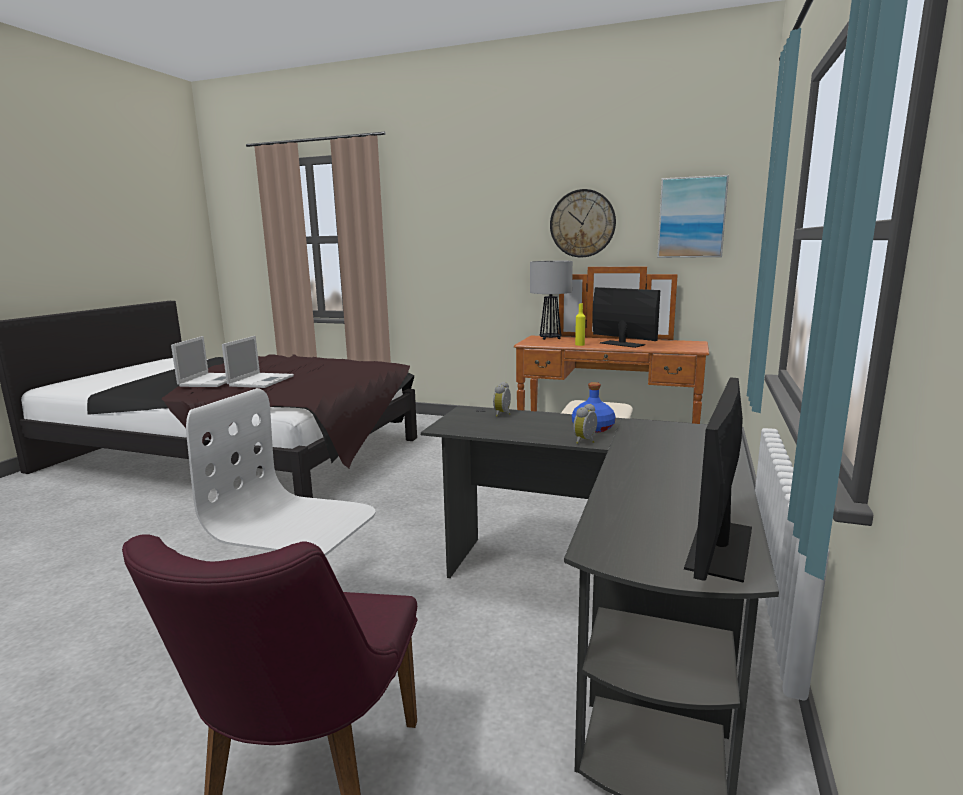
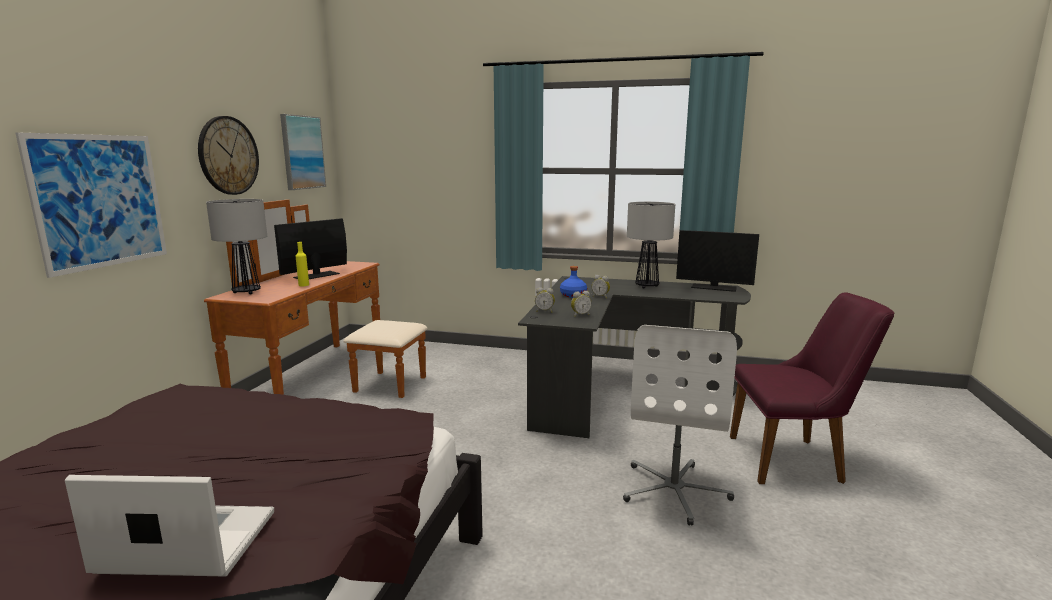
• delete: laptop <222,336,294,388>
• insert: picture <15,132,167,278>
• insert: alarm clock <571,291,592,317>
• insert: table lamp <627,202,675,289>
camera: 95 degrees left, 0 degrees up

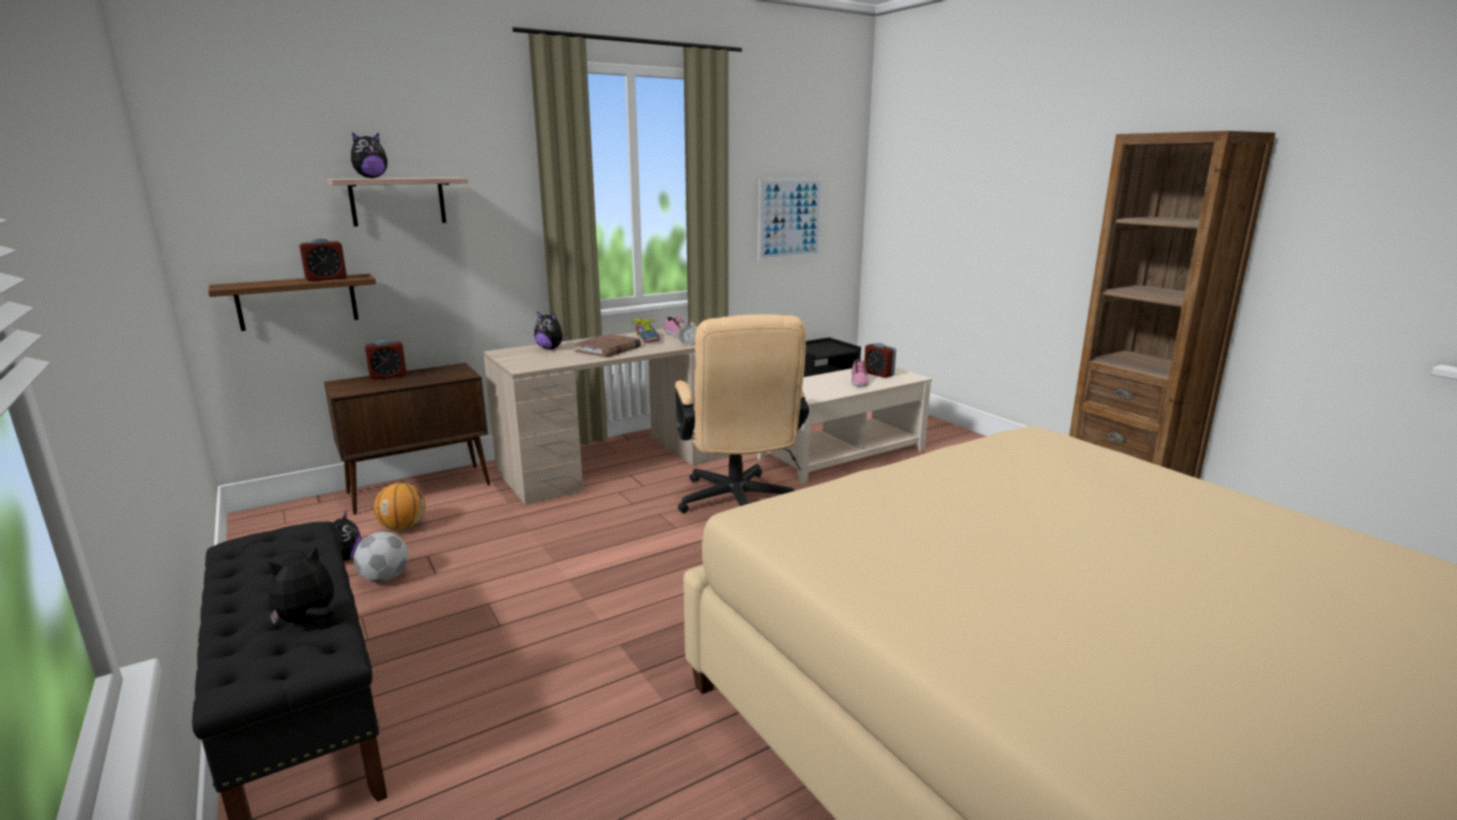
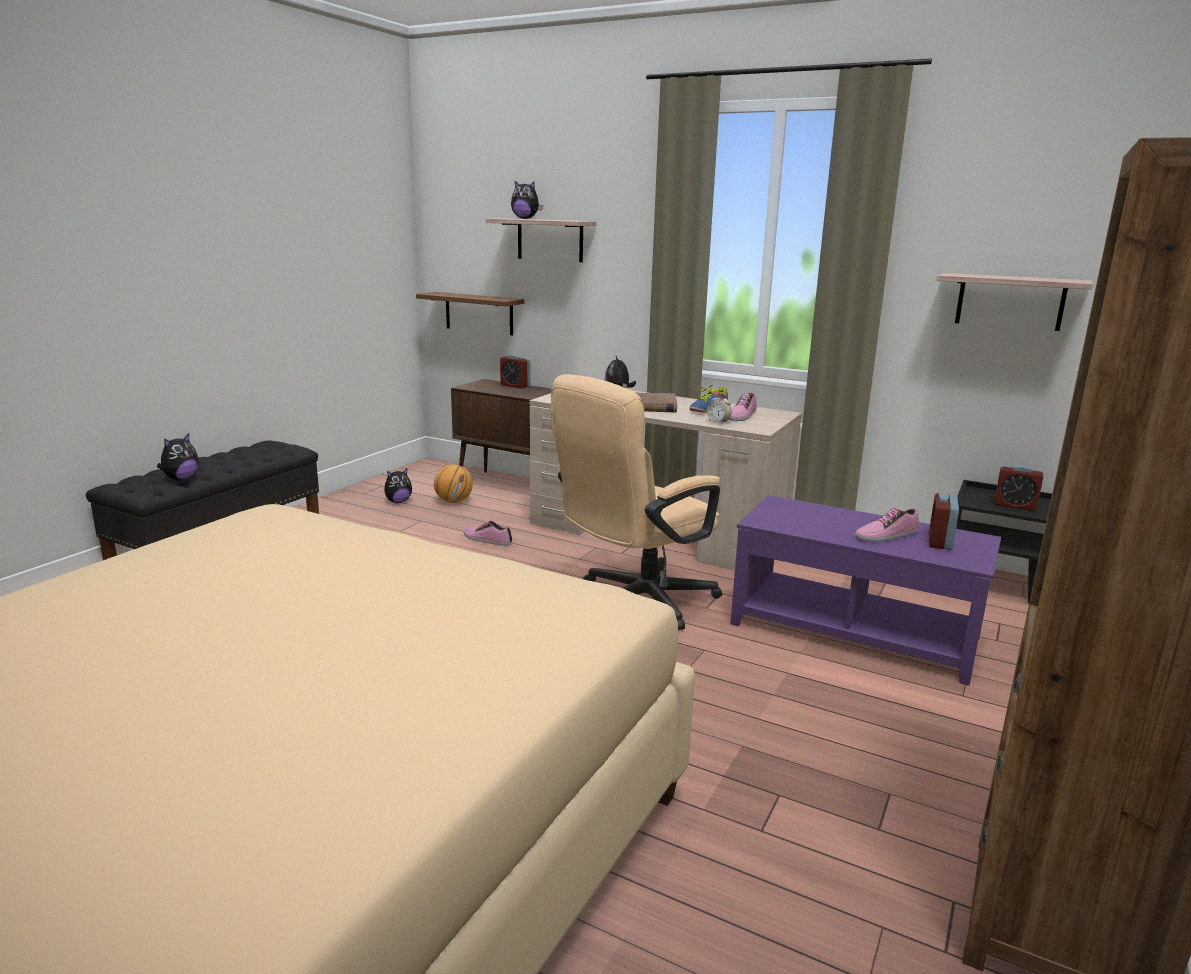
• delete: football <354,532,409,583>
• insert: shoe <464,521,512,546>
• move: alarm clock <299,238,347,281> to <994,465,1043,511>
• replace: picture <758,178,824,261> to shelf <937,273,1093,331>
• recolor: beige coffee table <757,367,932,484> to purple coffee table <730,495,1001,686>
• rotate: plush toy <268,545,335,624> = <157,433,199,480> 105 degrees clockwise
camera: 60 degrees right, 0 degrees up

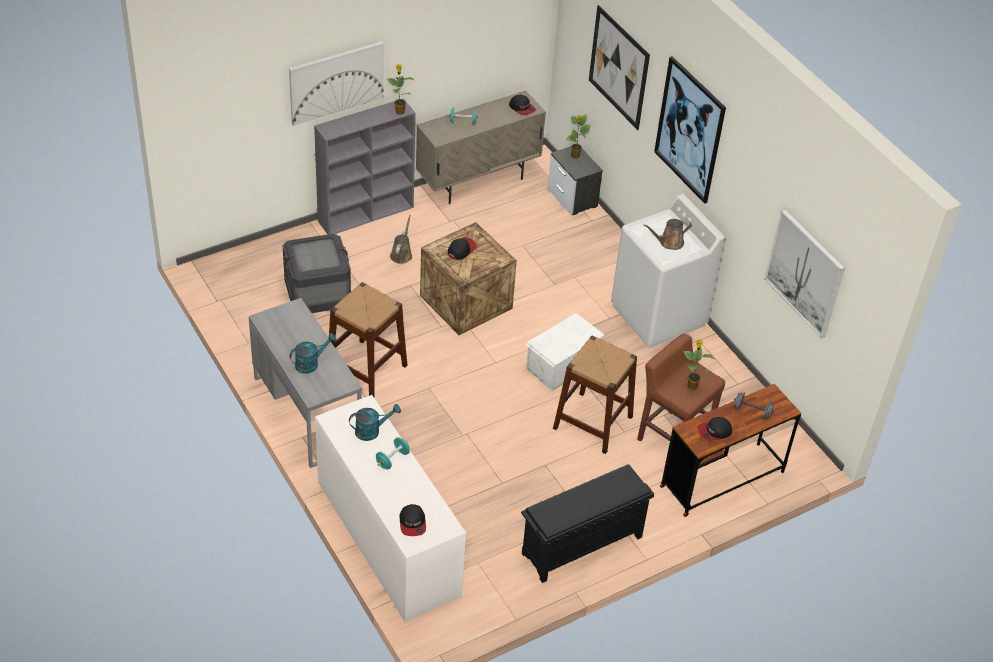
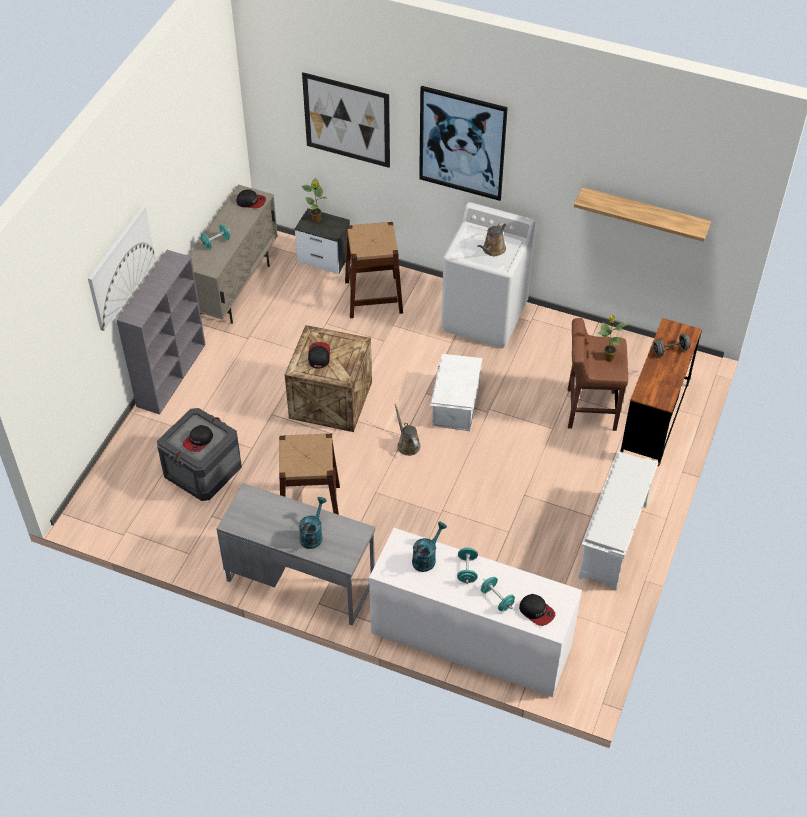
• delete: potted plant <387,64,415,115>
• insert: turquoise dumbbell <481,577,515,611>
• move: brown watering can <390,215,412,264> to <394,404,421,456>
• move: brown stool <553,336,637,454> to <345,222,403,318>
• move: cap <697,417,732,441> to <183,425,213,452>
• replace: picture <764,209,845,338> to shelf <574,187,711,242>
• recolor: black shoe rack <521,464,654,583> to white shoe rack <579,452,658,591>
camera: 35 degrees left, 5 degrees up

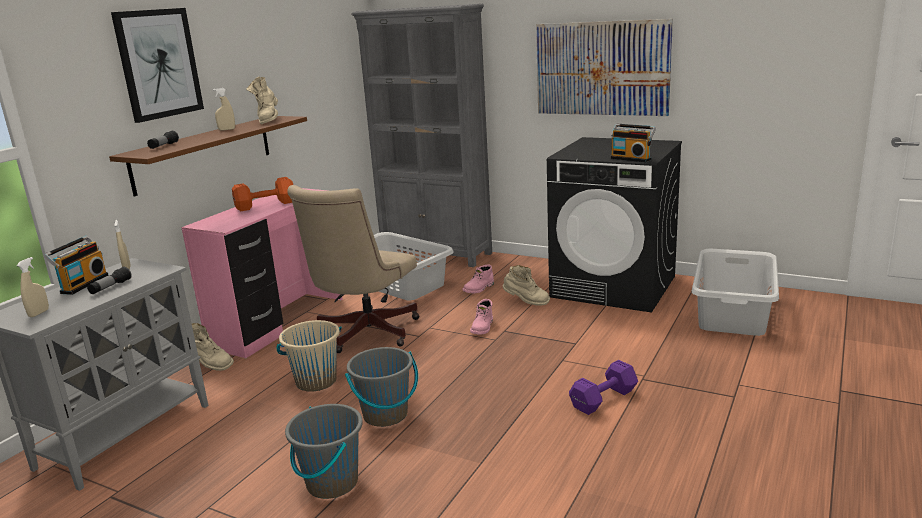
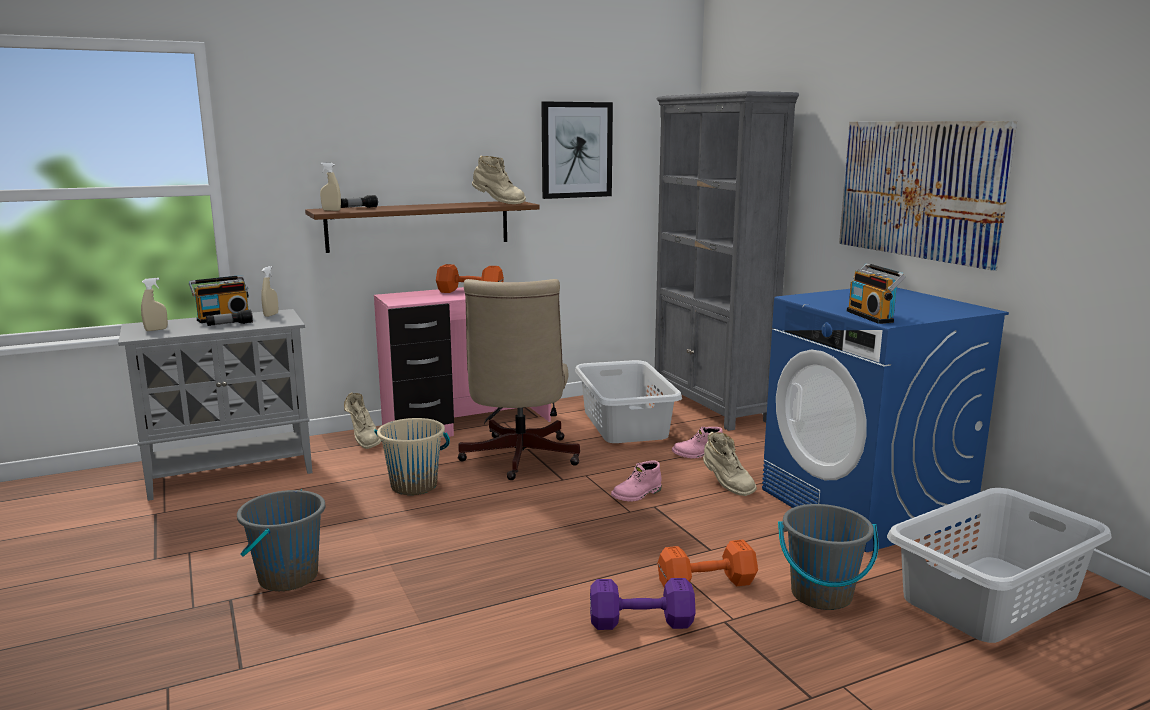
• insert: orange dumbbell <658,540,758,587>
• move: picture <111,8,204,123> to <541,102,613,199>
• move: beige spray bottle <213,88,235,131> to <320,162,341,211>
• move: grey bucket <345,347,418,427> to <778,504,879,610>
• recolor: black washing machine <547,137,682,313> to blue washing machine <762,288,1009,552>
• rotate: beige boot <246,77,278,124> = <472,155,526,204> 105 degrees counterclockwise
• rotate: beige office chair <287,185,419,353> = <458,279,580,480> 60 degrees counterclockwise
camera: 35 degrees right, 5 degrees down

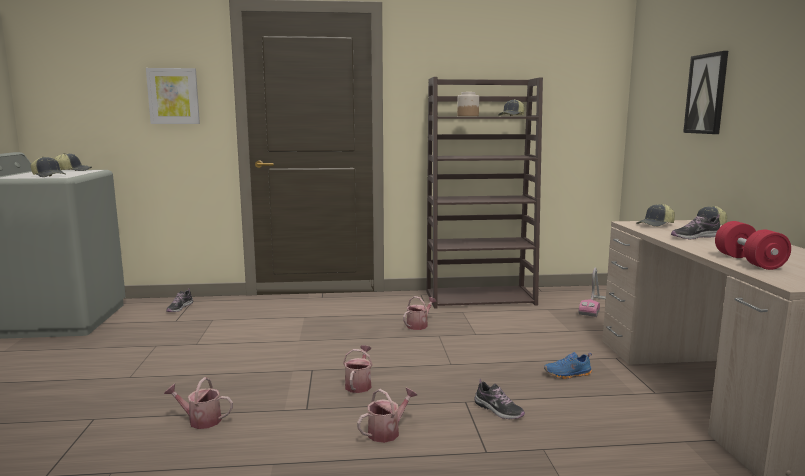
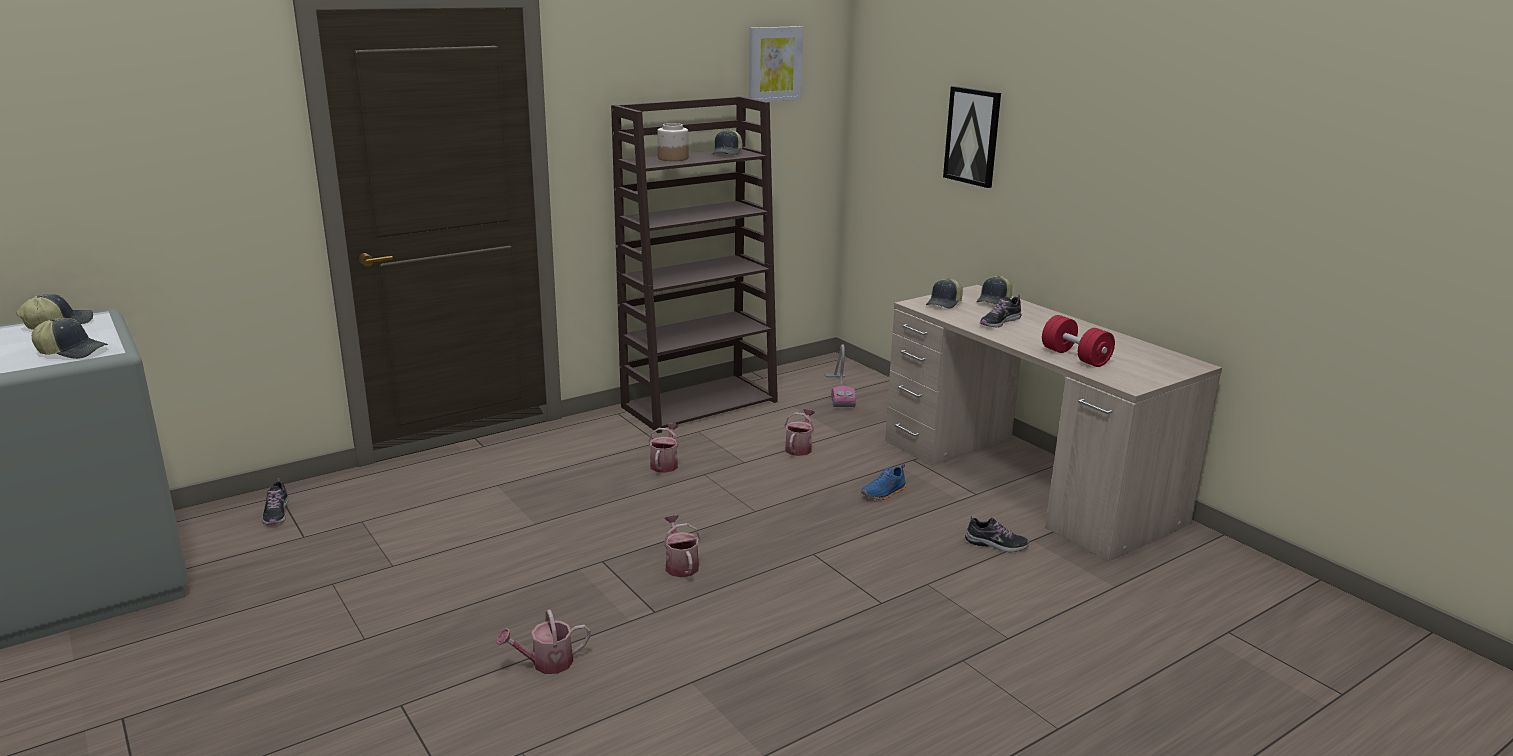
• move: picture <146,68,200,124> to <749,26,803,102>
• move: watering can <357,388,418,443> to <784,409,815,456>
• move: shoe <474,379,525,419> to <965,516,1029,552>
camera: 30 degrees left, 10 degrees up

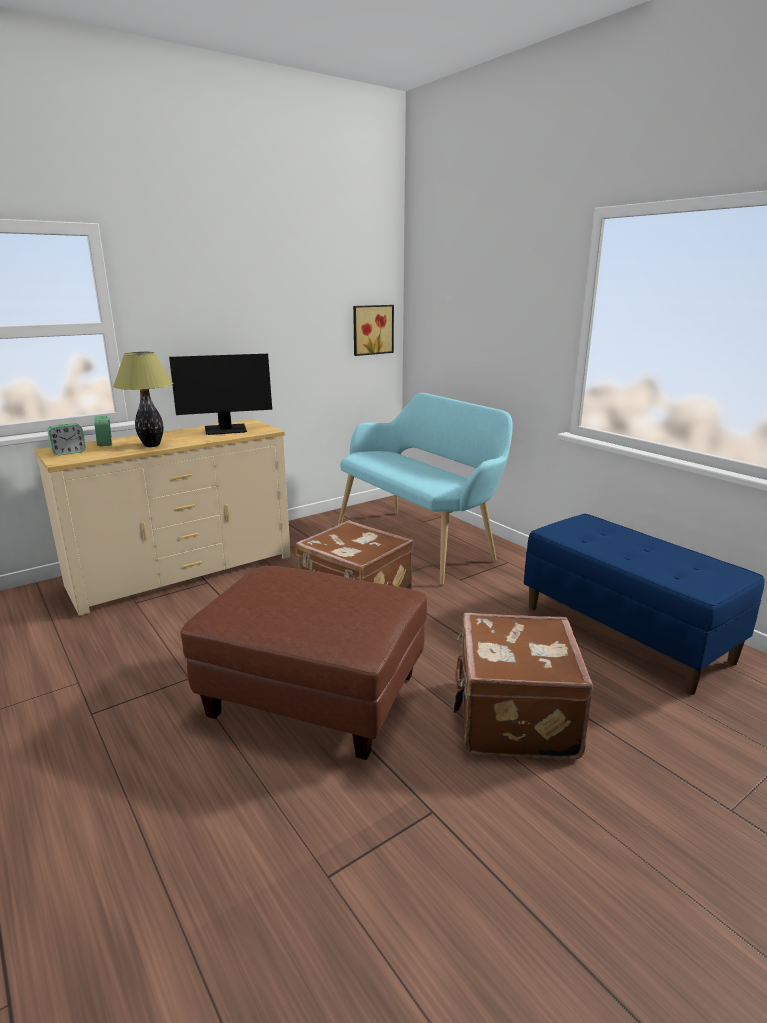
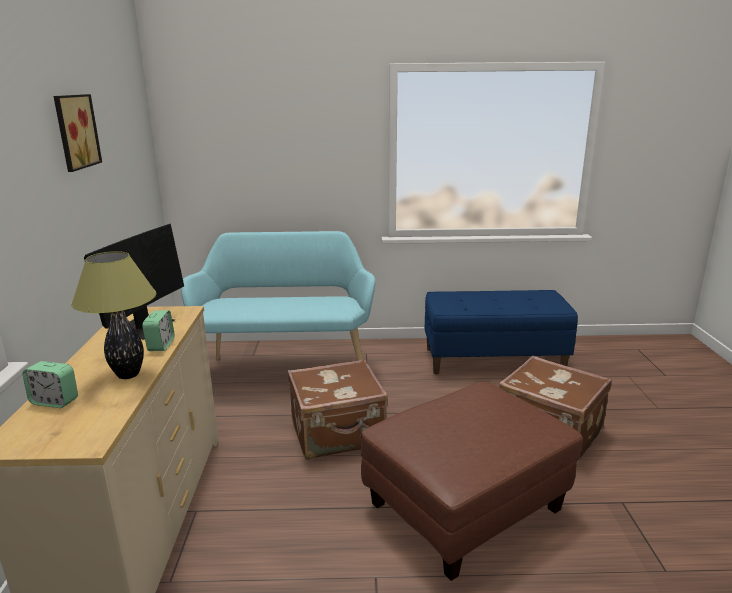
• move: alarm clock <47,423,86,455> to <142,310,175,351>
• move: picture <353,305,394,356> to <54,94,102,172>
camera: 55 degrees left, 0 degrees up

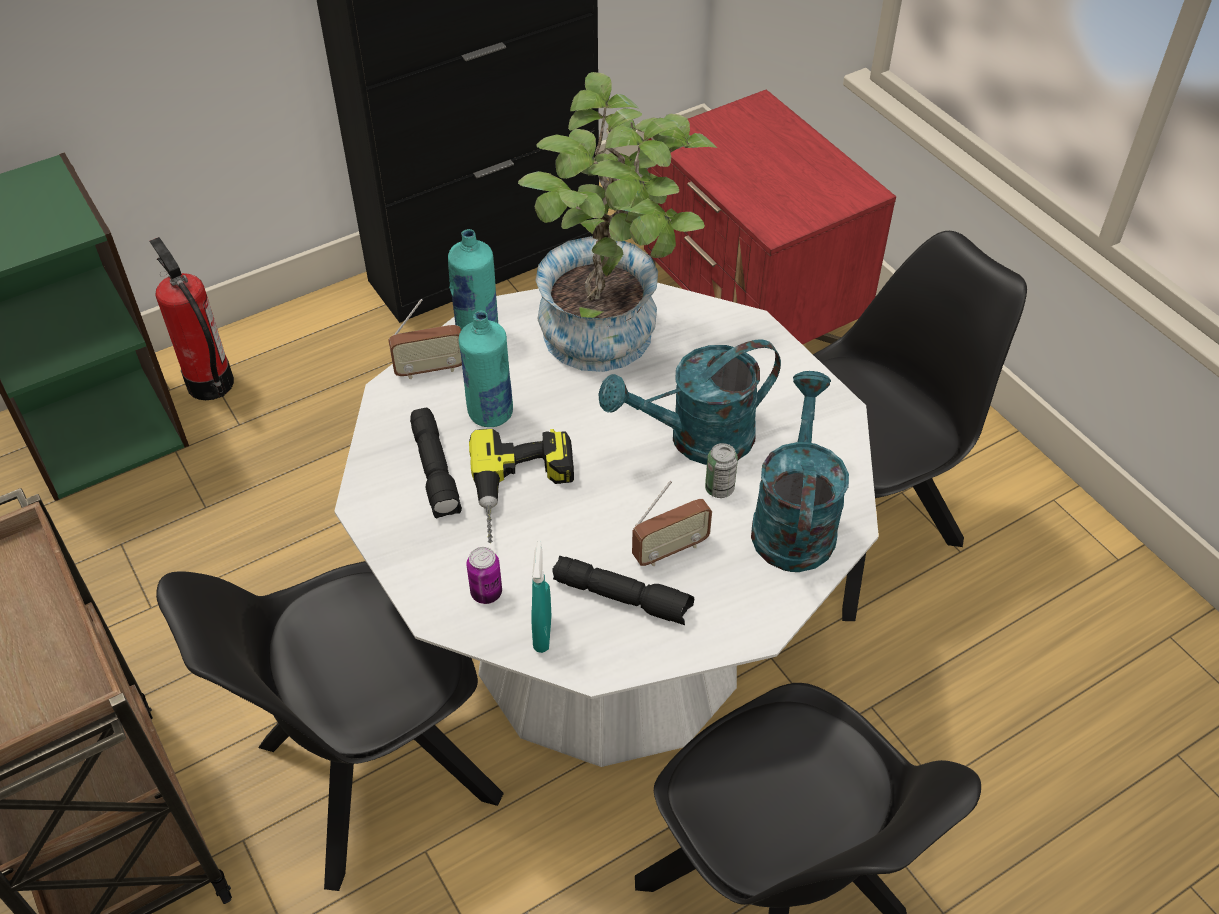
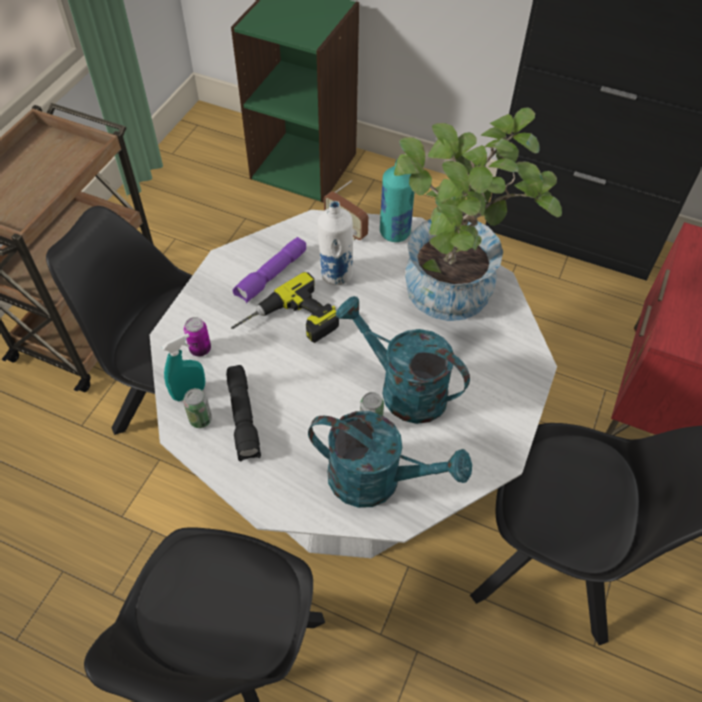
• delete: fire extinguisher <150,237,234,400>
• delete: radio <632,480,712,566>
• insert: can <183,388,212,428>
• recolor: black flashlight <410,408,462,519> to purple flashlight <233,237,306,303>
• recolor: turquoise bottle <459,311,513,427> to white bottle <318,201,353,285>
• rotate: turquoise watering can <751,371,849,572> = <308,411,472,508> 45 degrees clockwise
camera: 55 degrees right, 5 degrees up

